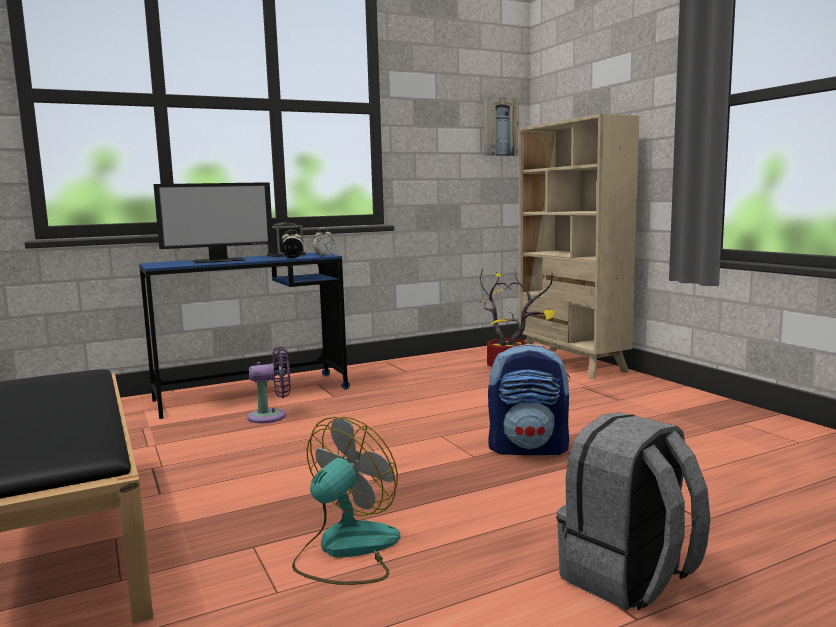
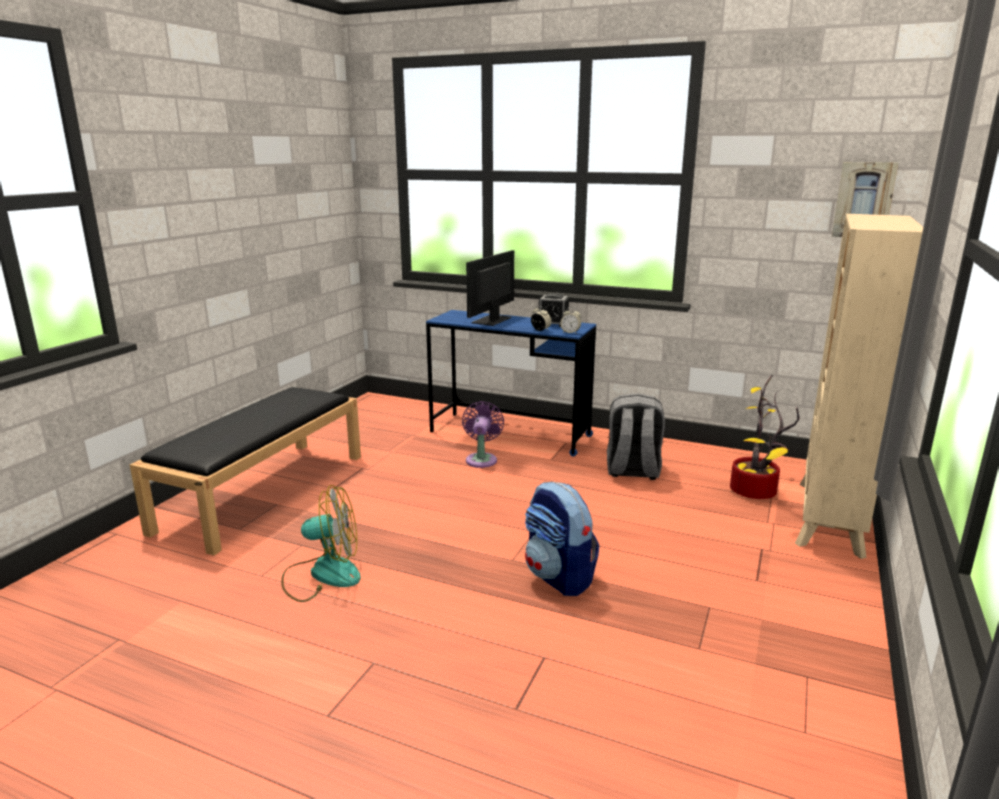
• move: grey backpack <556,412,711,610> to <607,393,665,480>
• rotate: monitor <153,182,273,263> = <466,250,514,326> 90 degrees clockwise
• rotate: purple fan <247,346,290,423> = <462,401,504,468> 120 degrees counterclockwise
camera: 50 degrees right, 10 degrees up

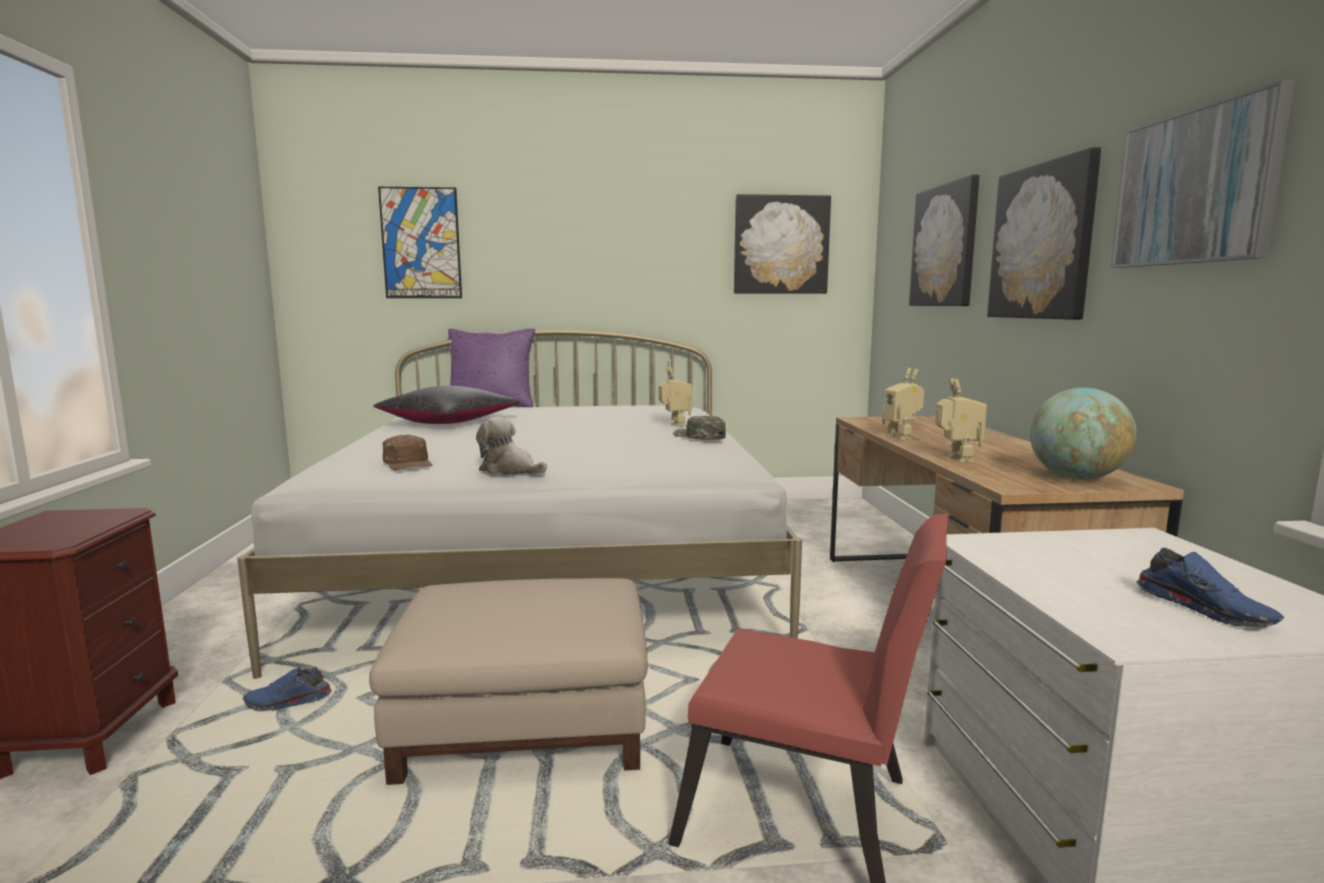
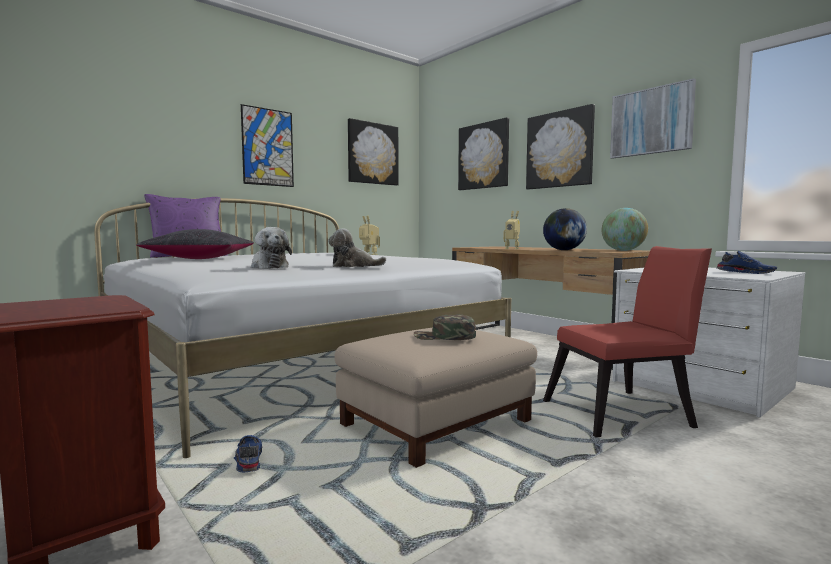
• move: picture <378,187,462,298> to <241,104,294,187>
• move: green cap <673,416,726,440> to <414,314,476,340>
• replace: brown cap <383,435,433,470> to plush toy <251,227,292,269>
• replace: toy robot <935,378,987,462> to globe <543,208,587,250>
• rotate: blue shoe <243,667,332,711> = <234,435,262,472> 120 degrees clockwise
camera: 35 degrees left, 5 degrees down

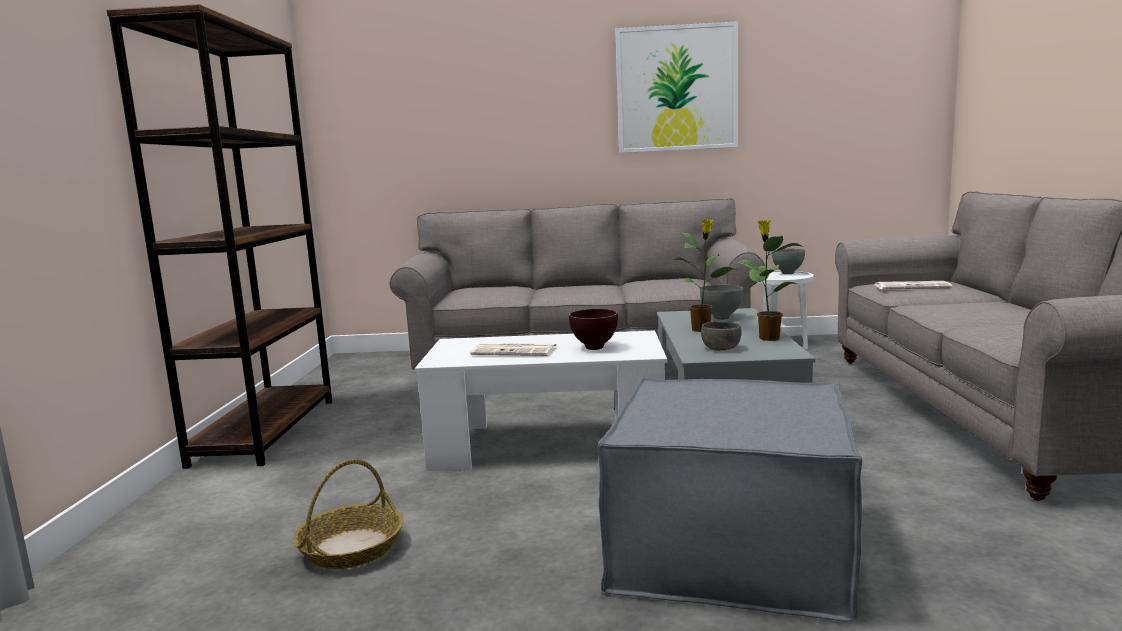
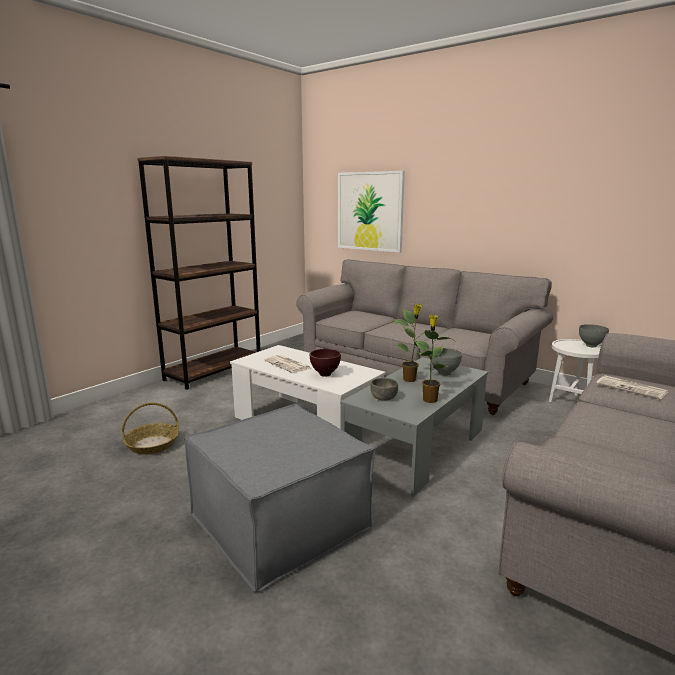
• move: picture <615,21,738,153> to <338,171,405,253>
camera: 35 degrees right, 5 degrees up

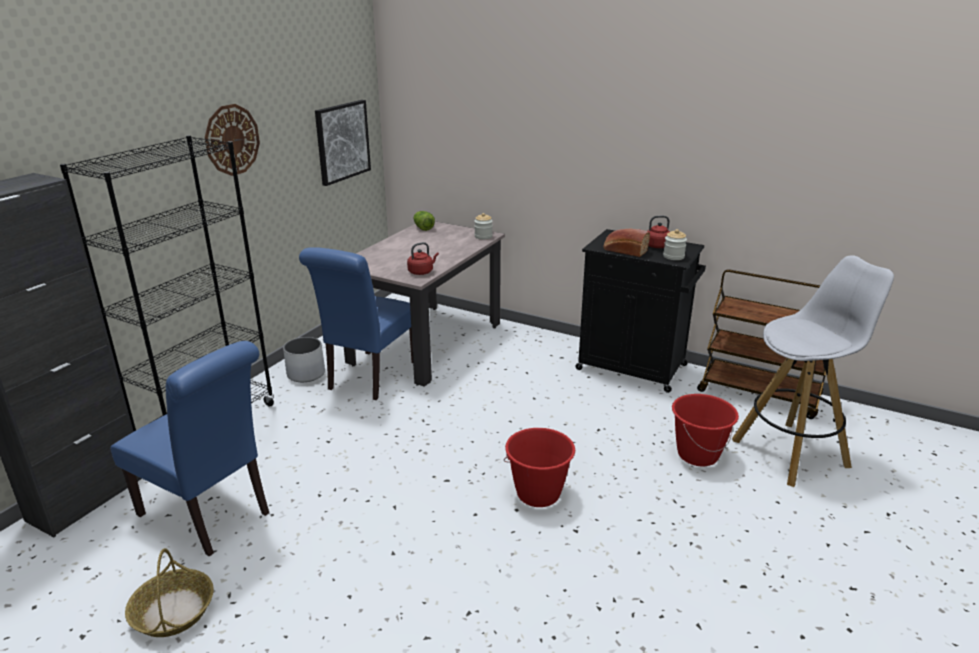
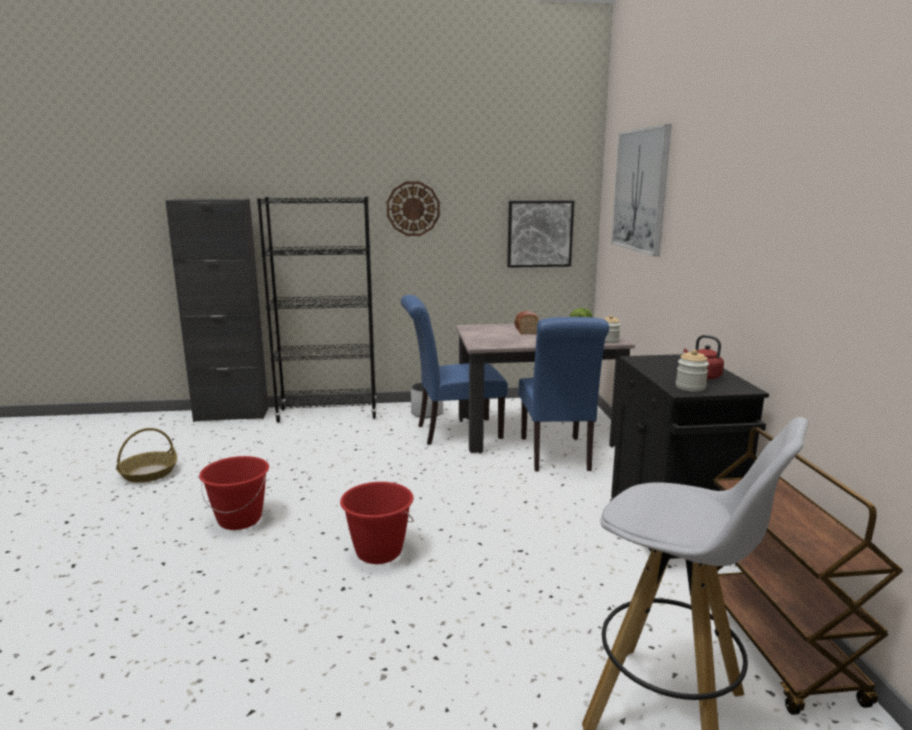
• delete: red kettle <407,242,439,275>
• insert: picture <611,124,672,256>
• move: blue chair <110,341,269,557> to <519,317,609,472>
• move: bread <604,229,650,257> to <515,311,539,334>
• move: red bucket <672,394,739,466> to <199,456,269,530>
camera: 55 degrees right, 10 degrees down

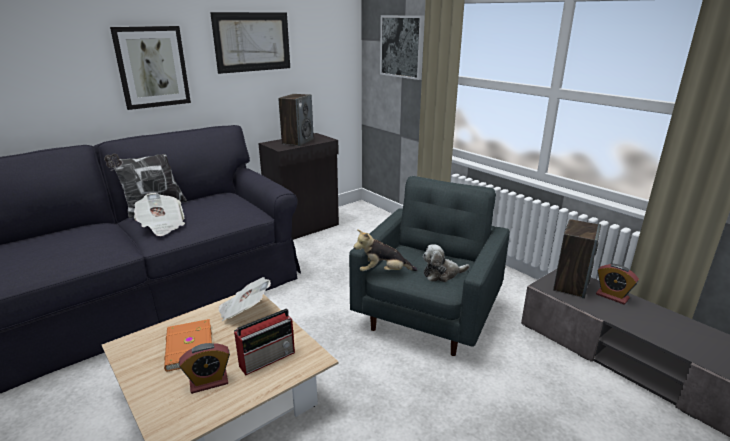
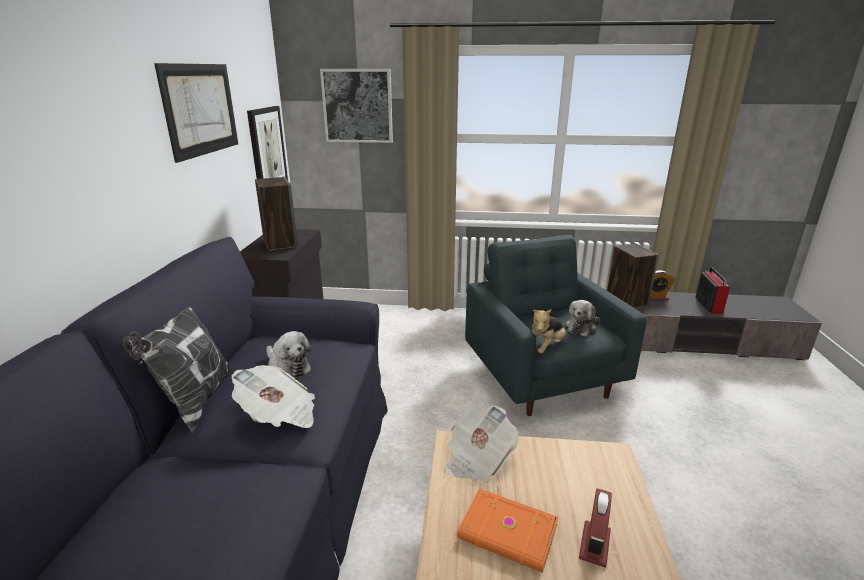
• insert: plush toy <266,331,311,379>
• move: picture <110,26,191,110> to <247,106,288,180>
• move: radio <234,309,295,375> to <696,267,730,314>
camera: 45 degrees left, 0 degrees up

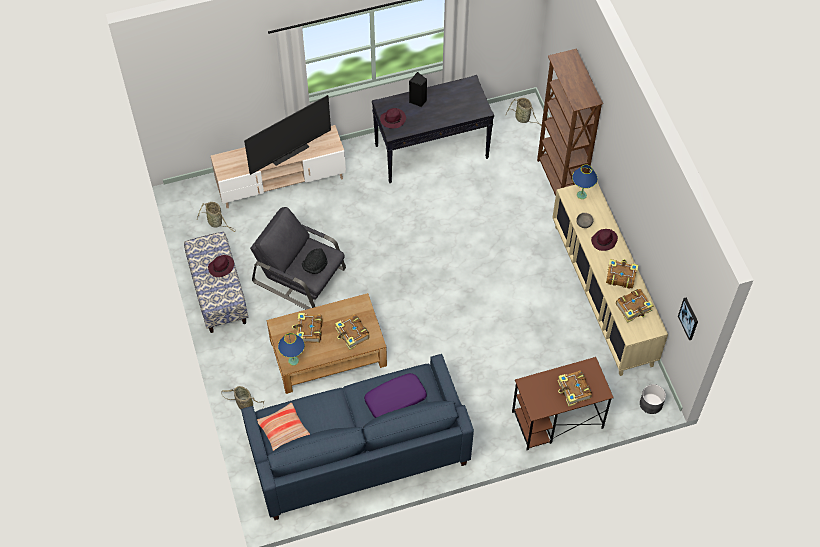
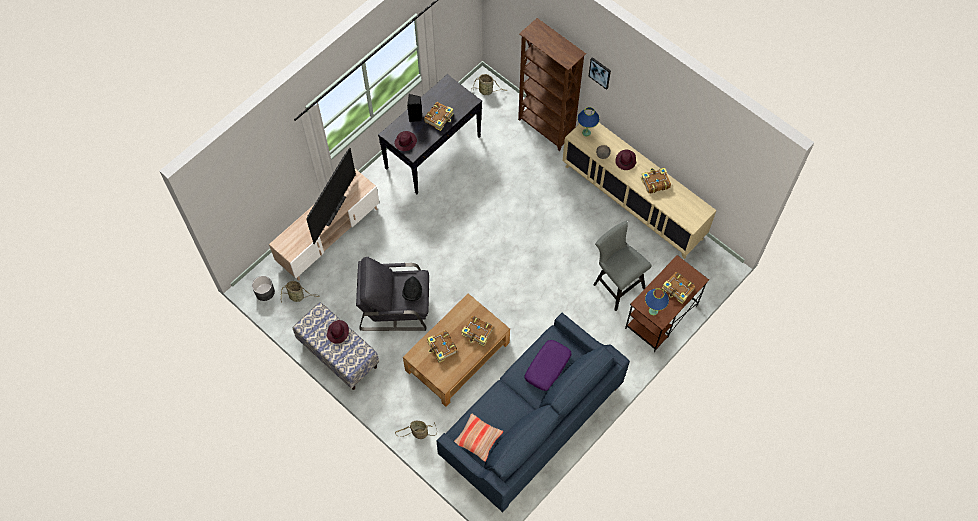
• insert: grey stool <593,221,652,311>
• move: blue table lamp <278,333,305,365> to <645,289,669,315>
• move: book <616,289,654,322> to <424,102,454,131>
• move: grey planter <640,384,666,414> to <252,276,275,301>
• move: picture <678,298,698,340> to <589,57,611,90>
camera: 30 degrees left, 5 degrees up

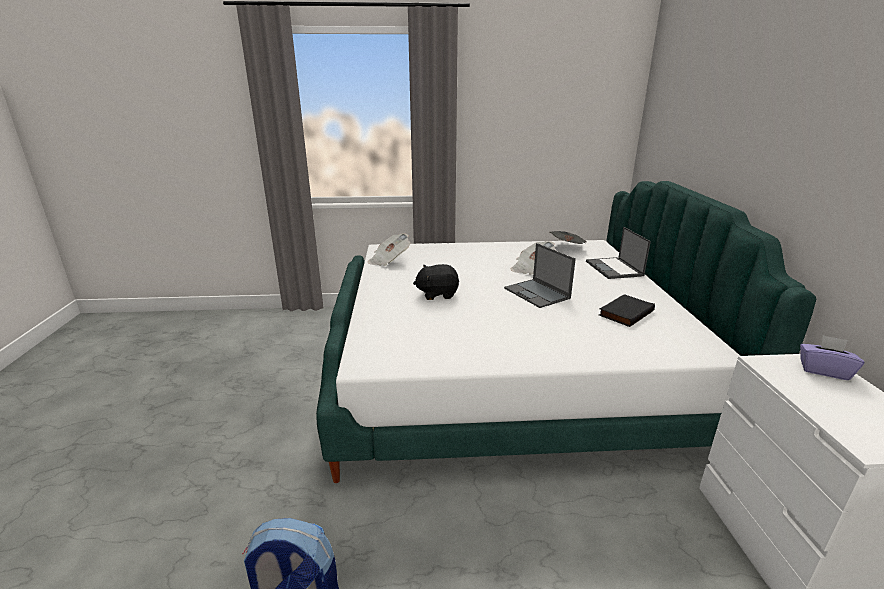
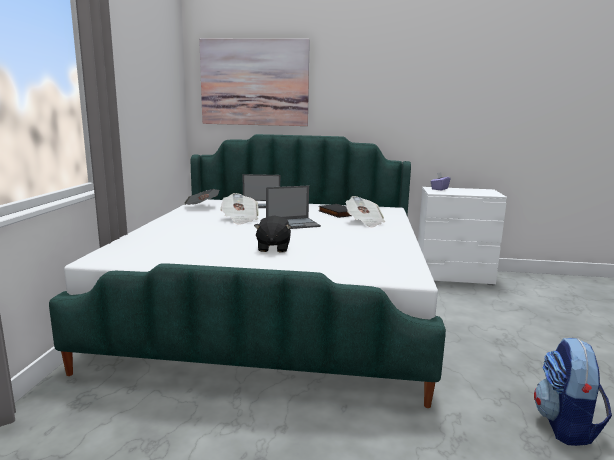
• insert: picture <199,39,310,126>
• move: newspaper <368,233,410,266> to <345,196,385,228>
camera: 80 degrees left, 10 degrees down

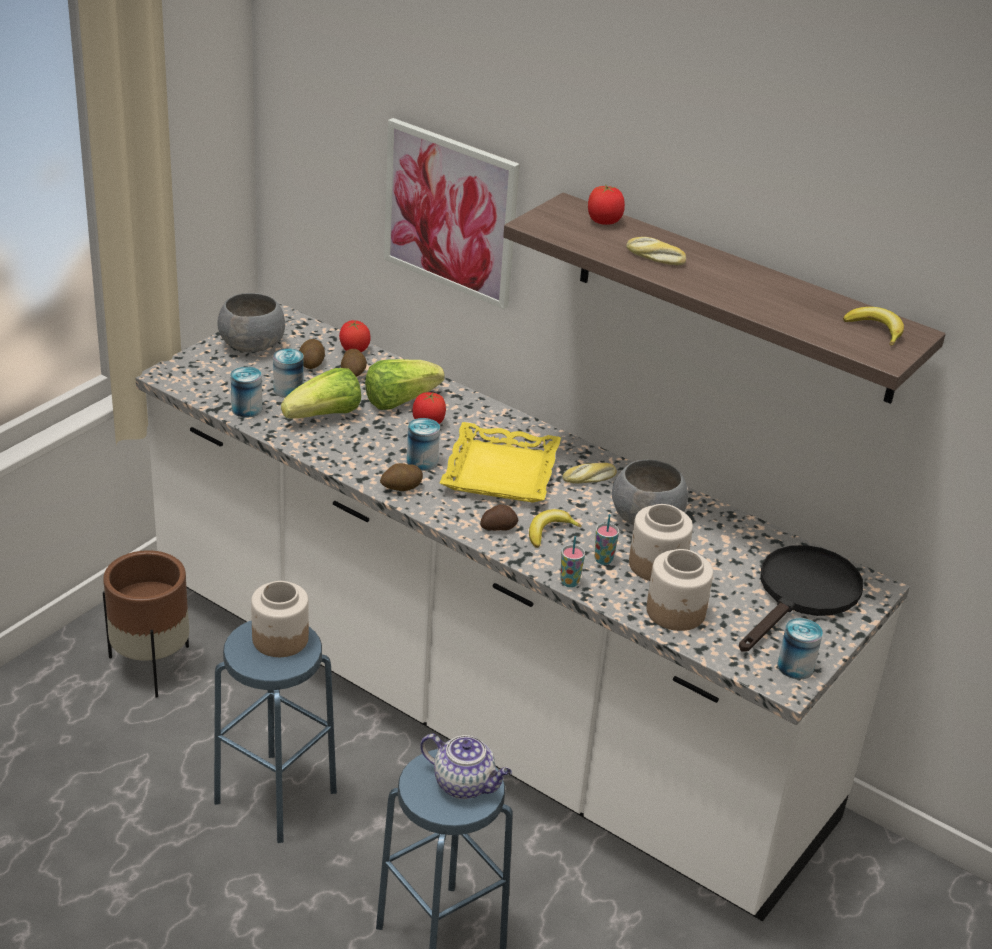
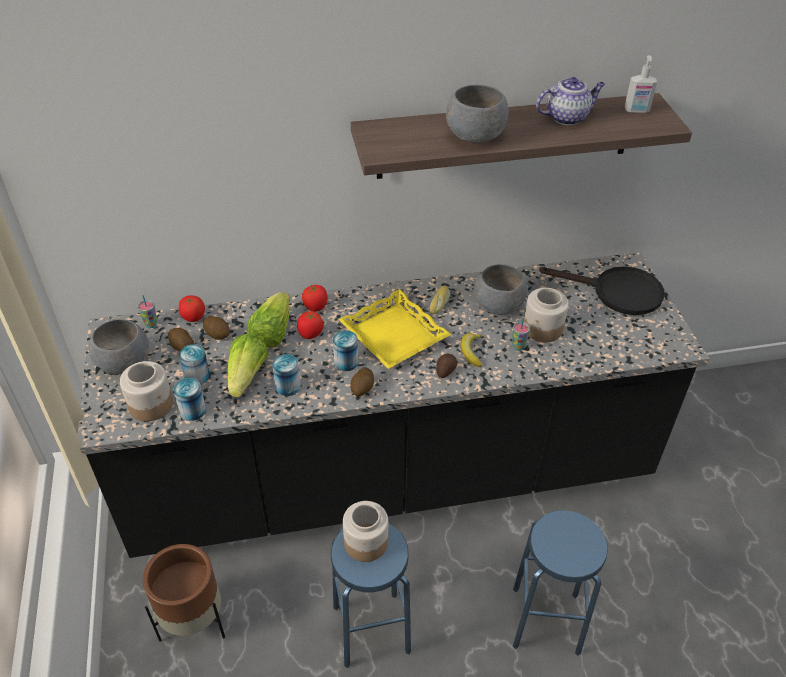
• delete: picture <384,118,520,309>
• move: teapot <420,734,512,799> to <536,77,605,125>
• move: cup <560,536,585,587> to <138,295,157,328>
• move: tomato <588,184,625,225> to <302,284,328,311>
• move: jar <646,549,713,631> to <120,361,173,421>
• move: can <777,618,823,680> to <272,354,301,396>
• replace: bread <626,237,686,265> to grey bowl <446,85,509,143>
• replace: banana <843,307,904,346> to soap dispenser <624,55,657,113>
• recolor: white counter <135,302,910,922> to black counter <78,252,709,558>
• rotate: black frying pan <739,545,863,651> = <539,266,665,315> 120 degrees clockwise
camera: 45 degrees left, 10 degrees up

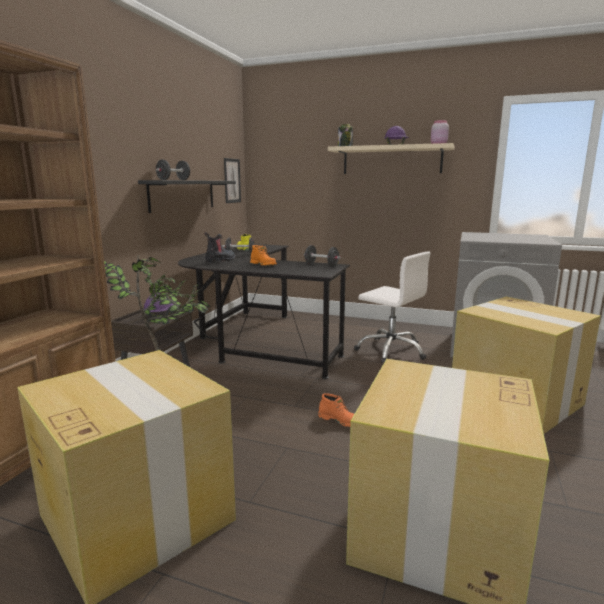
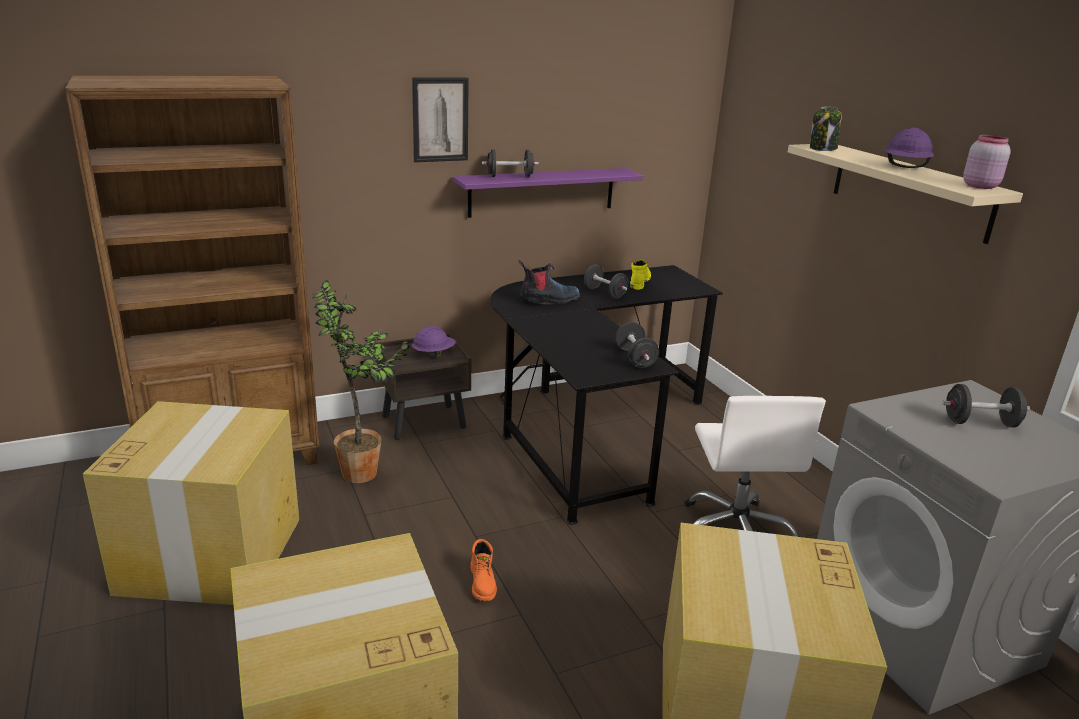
• delete: orange boot <250,245,277,265>
• insert: black dumbbell <942,384,1030,427>
• move: picture <224,158,241,203> to <412,78,469,162>
• recolor: black shelf <138,180,236,213> to purple shelf <453,168,644,218>
camera: 45 degrees right, 10 degrees up

